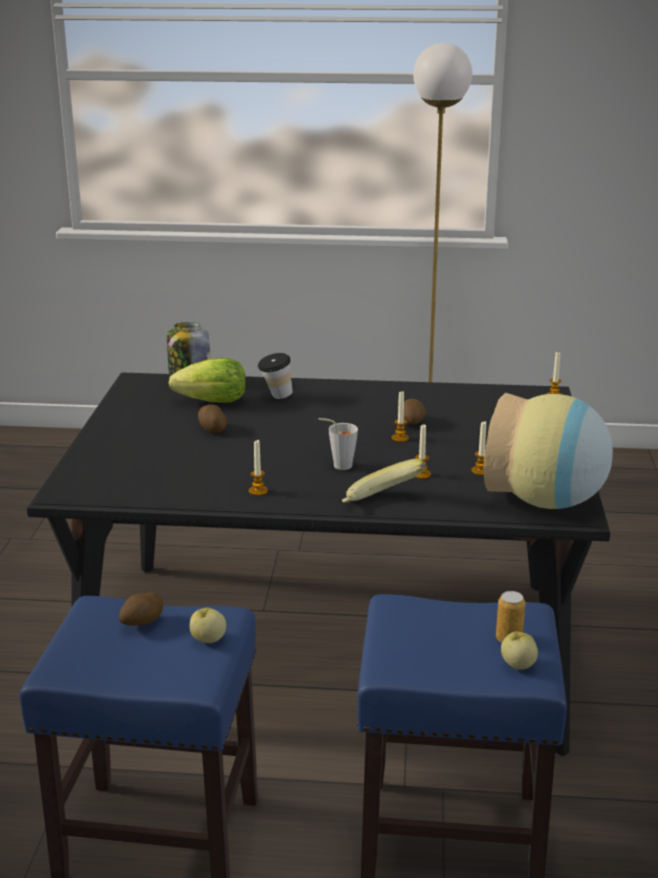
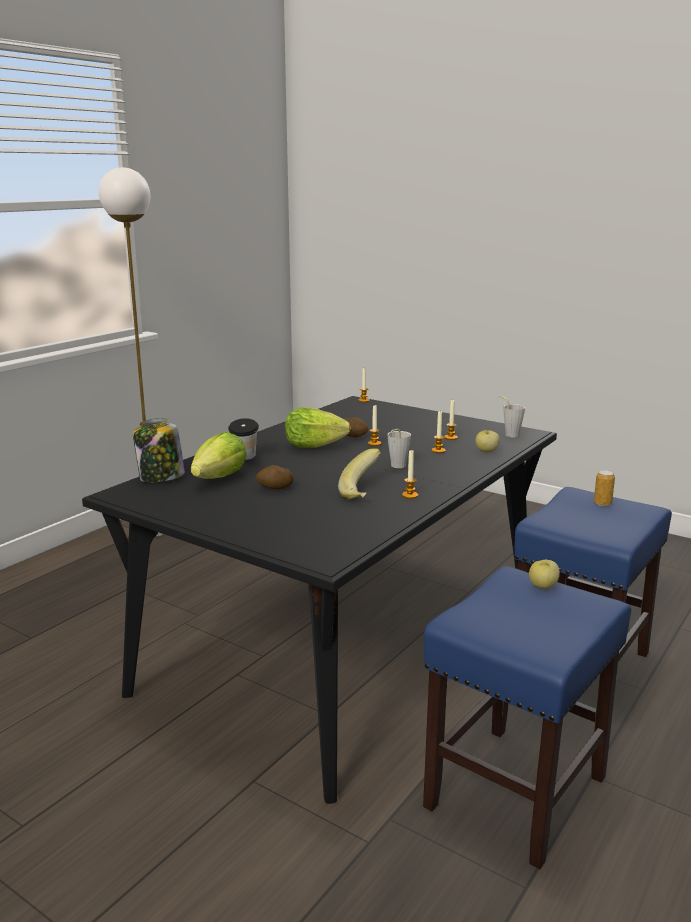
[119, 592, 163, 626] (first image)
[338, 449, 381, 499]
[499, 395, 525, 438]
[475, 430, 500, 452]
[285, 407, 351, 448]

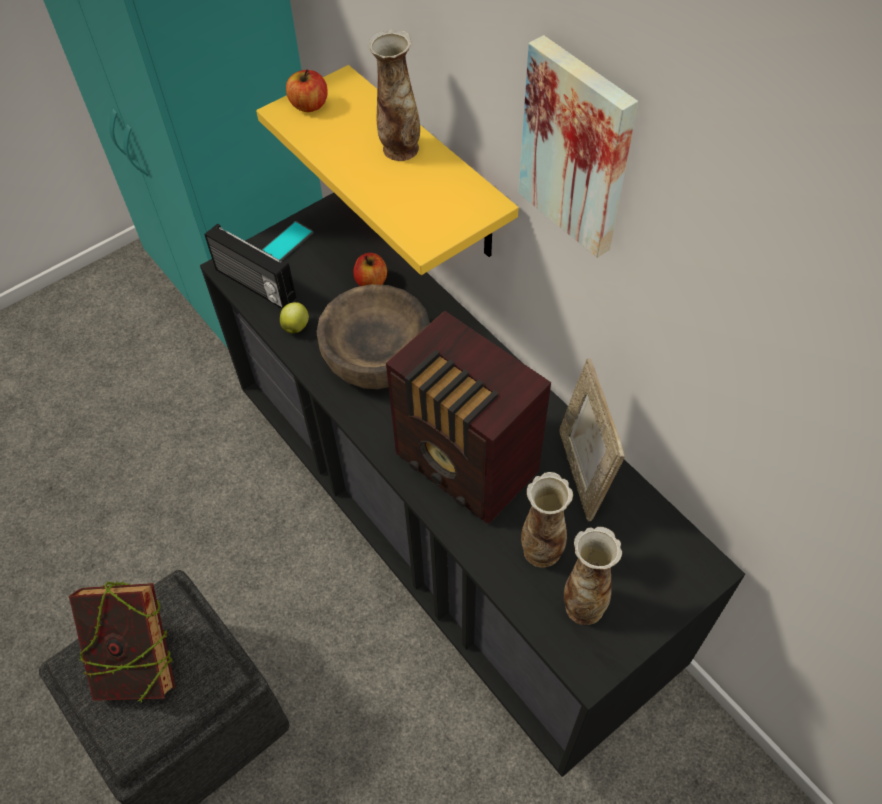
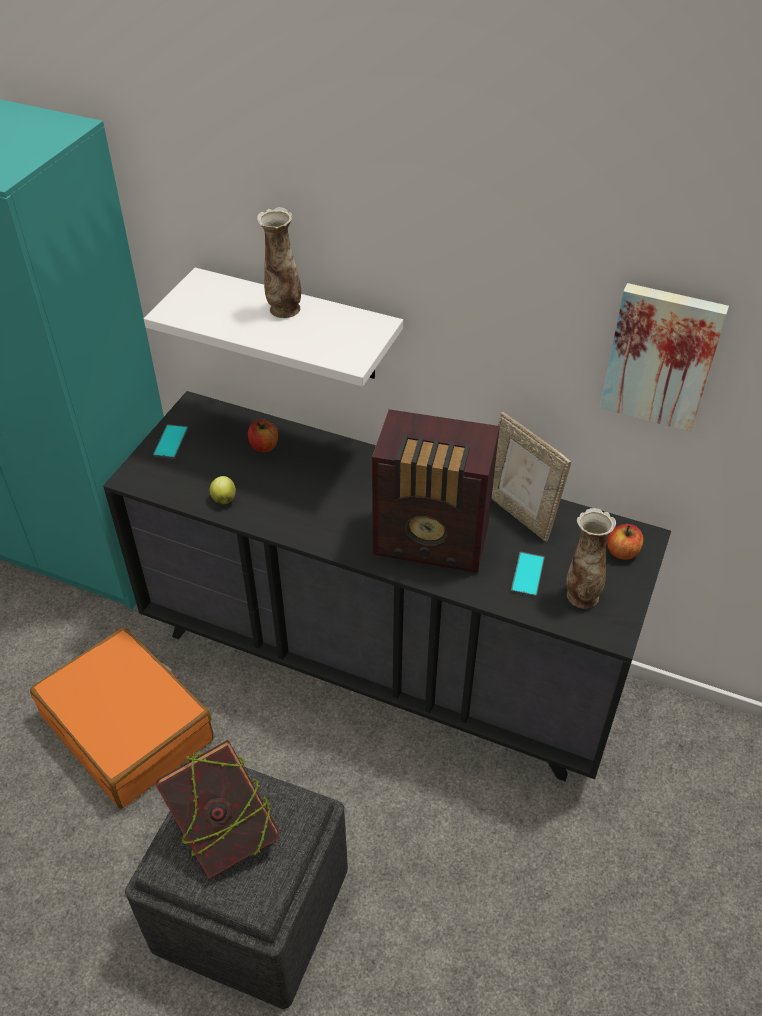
[205, 223, 296, 309] (first image)
[144, 268, 403, 387]
[607, 524, 644, 560]
[317, 284, 430, 389] (first image)
[600, 283, 729, 432]
[511, 552, 545, 597]
[30, 627, 214, 809]

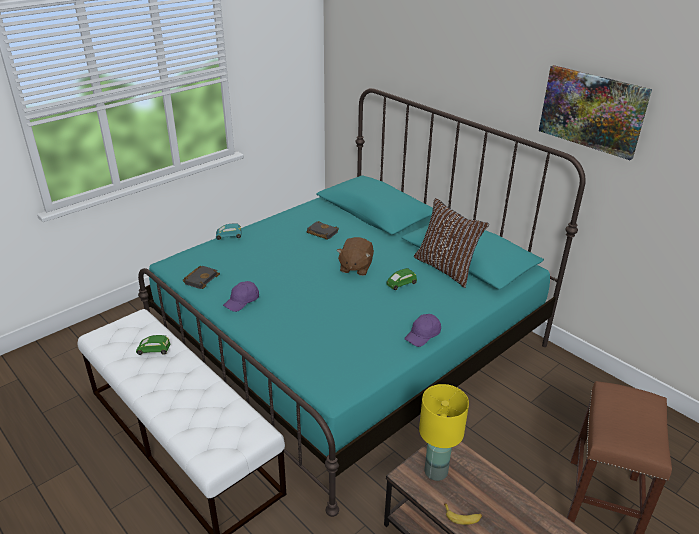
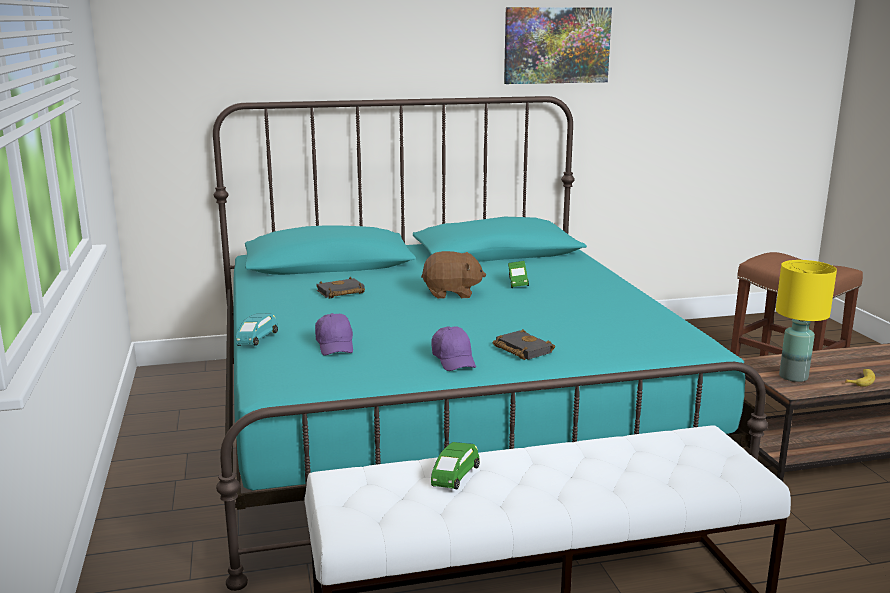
[493, 329, 555, 360]
[421, 251, 486, 299]
[315, 313, 353, 356]
[414, 198, 489, 288] (first image)

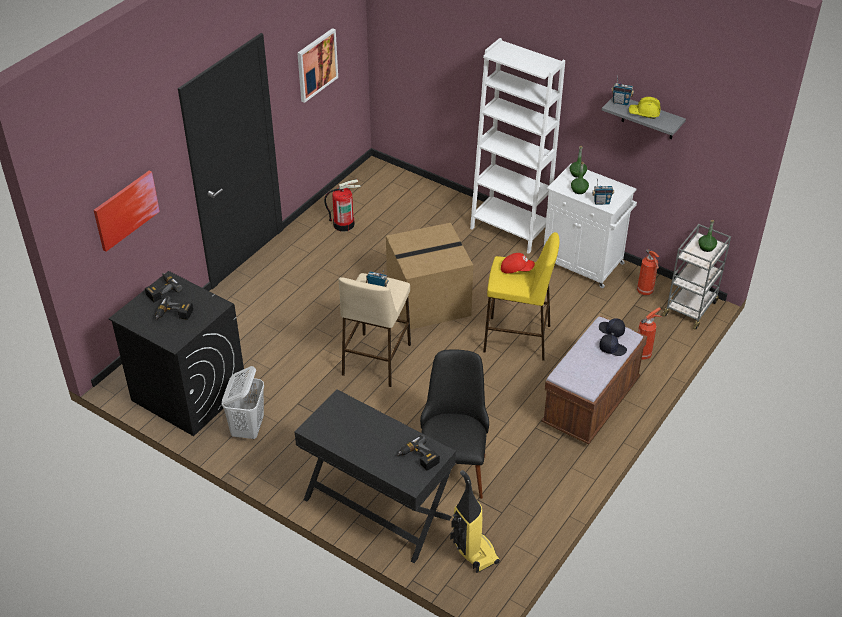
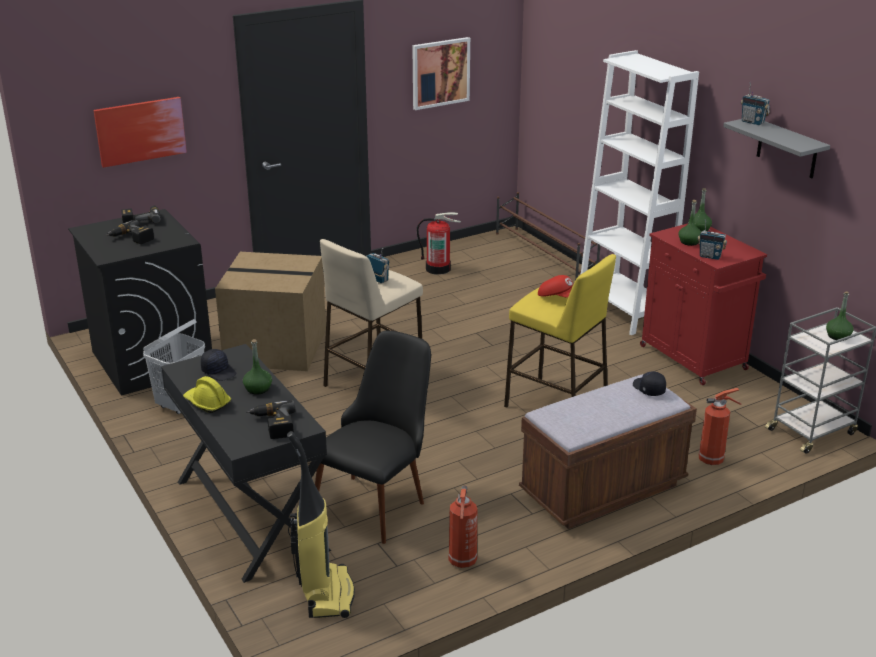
[215, 252, 326, 371]
[640, 223, 767, 385]
[201, 349, 237, 381]
[183, 376, 231, 413]
[449, 485, 477, 568]
[243, 339, 272, 395]
[496, 192, 600, 280]

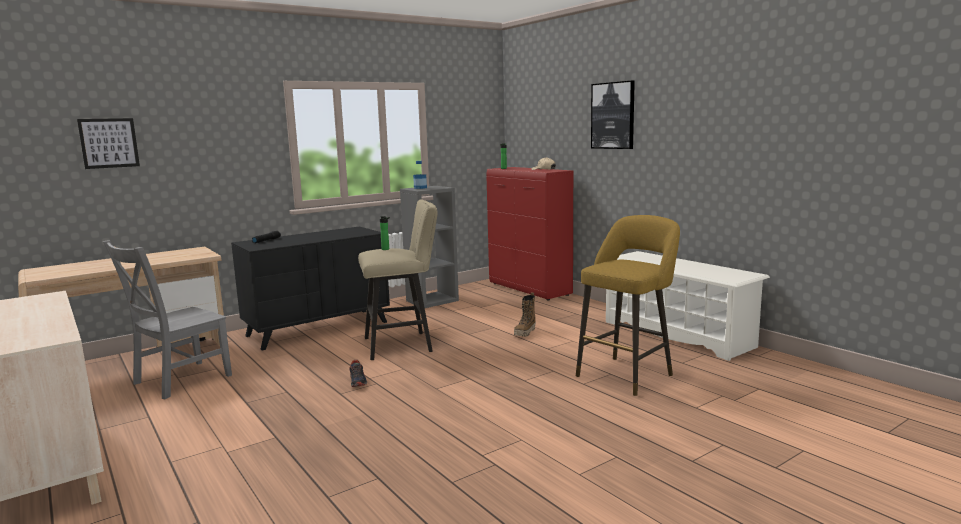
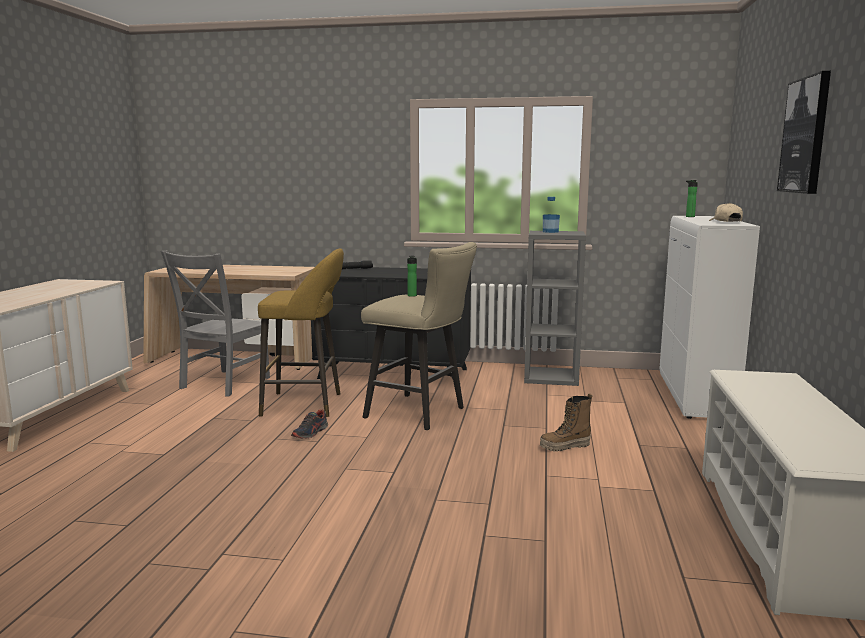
[77, 118, 140, 169] (first image)
[161, 251, 270, 396]
[660, 216, 760, 419]
[258, 248, 344, 417]

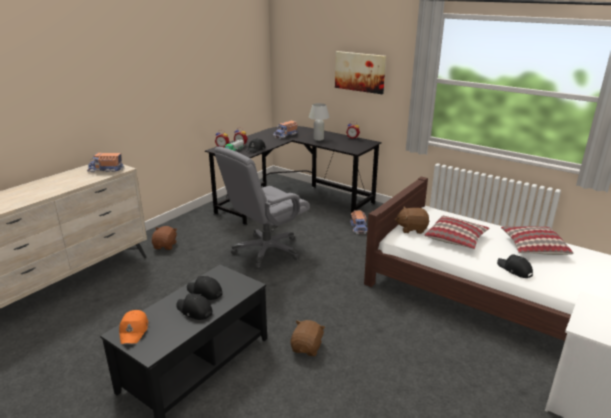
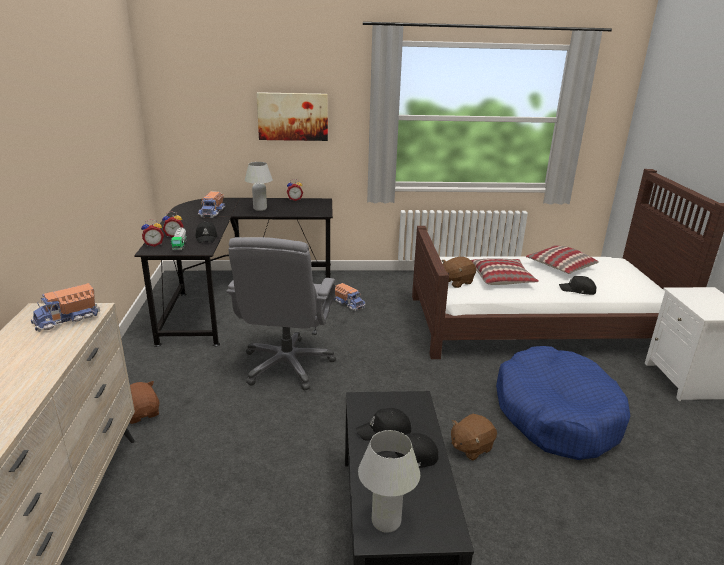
[358, 430, 420, 533]
[451, 414, 497, 461]
[496, 346, 630, 460]

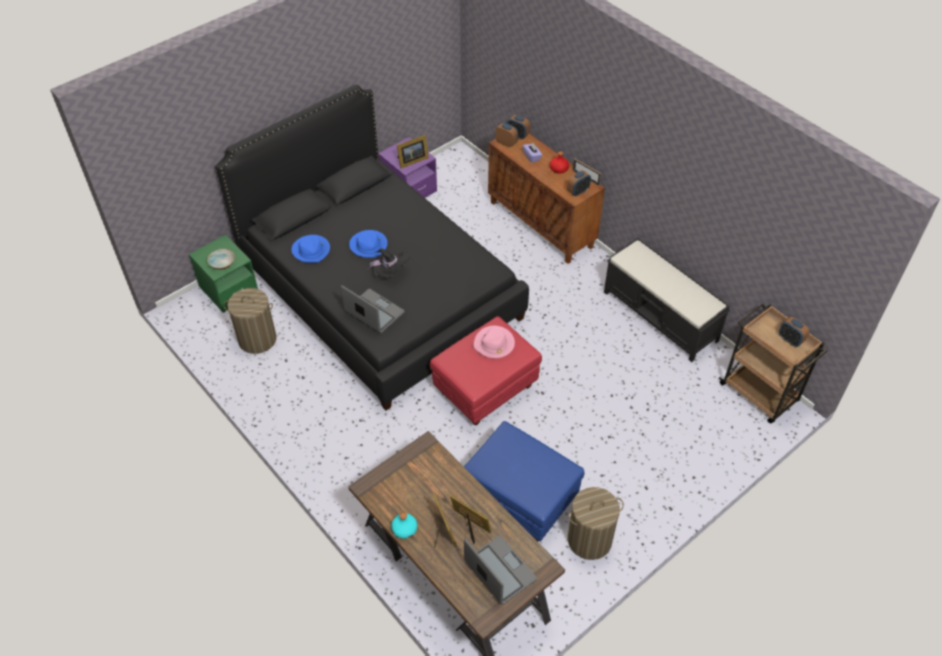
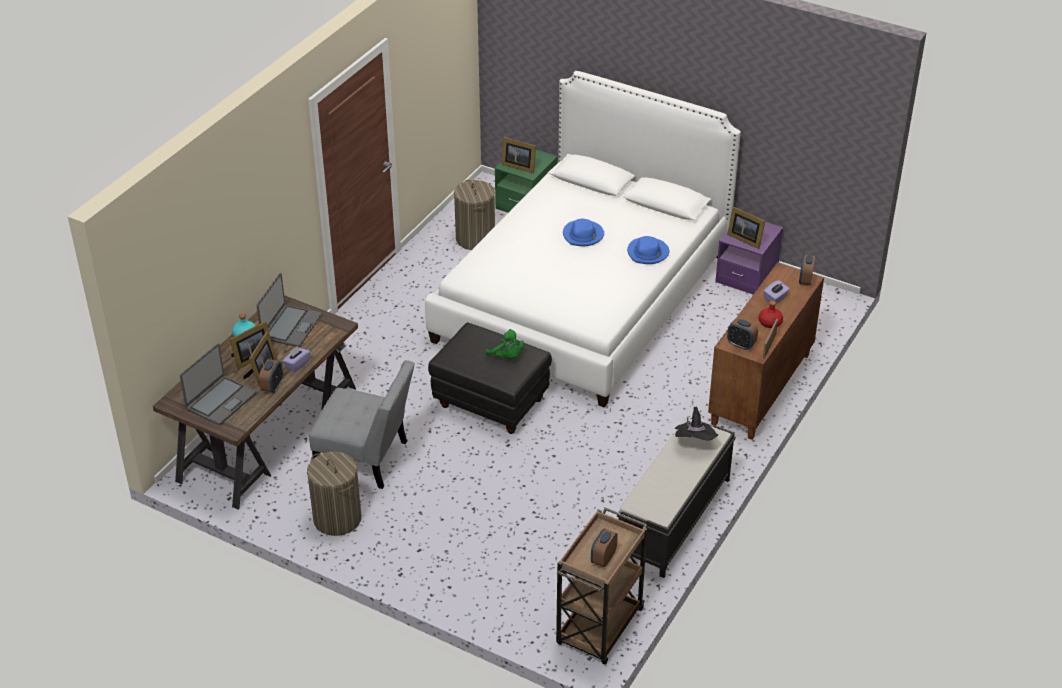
[501, 137, 536, 173]
[425, 71, 741, 408]
[627, 236, 669, 264]
[256, 273, 322, 347]
[675, 407, 718, 441]
[428, 323, 552, 434]
[309, 360, 415, 489]
[486, 329, 525, 359]
[259, 359, 283, 393]
[283, 346, 310, 372]

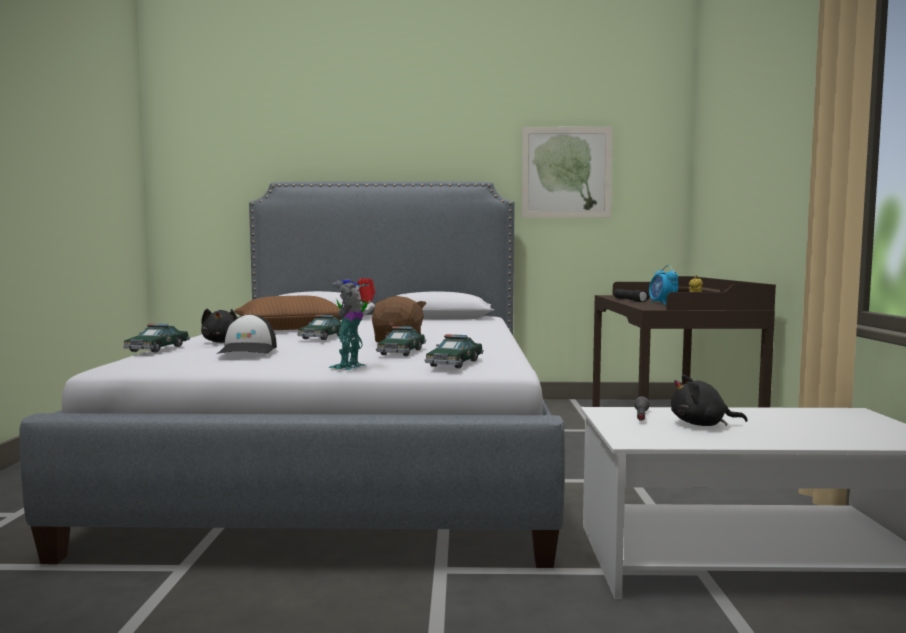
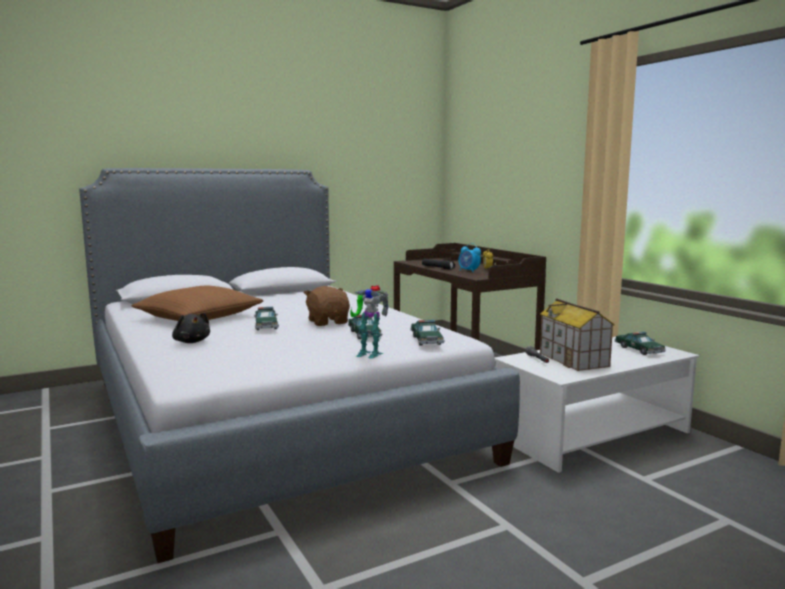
[615, 332, 666, 355]
[217, 314, 277, 354] (first image)
[350, 285, 389, 359]
[522, 127, 613, 218] (first image)
[540, 298, 615, 371]

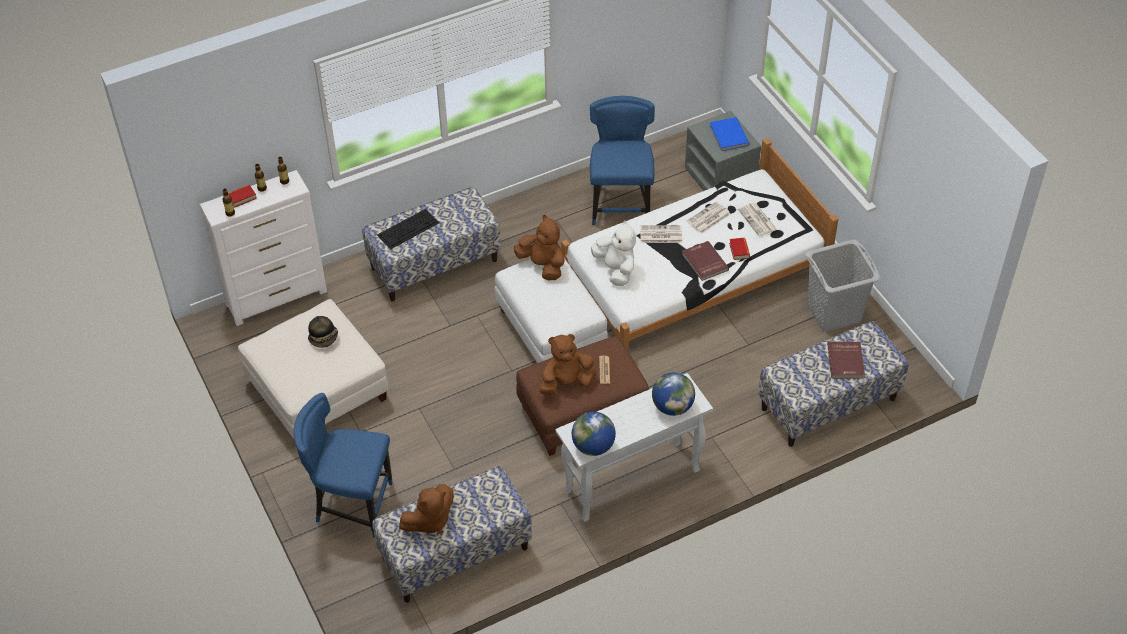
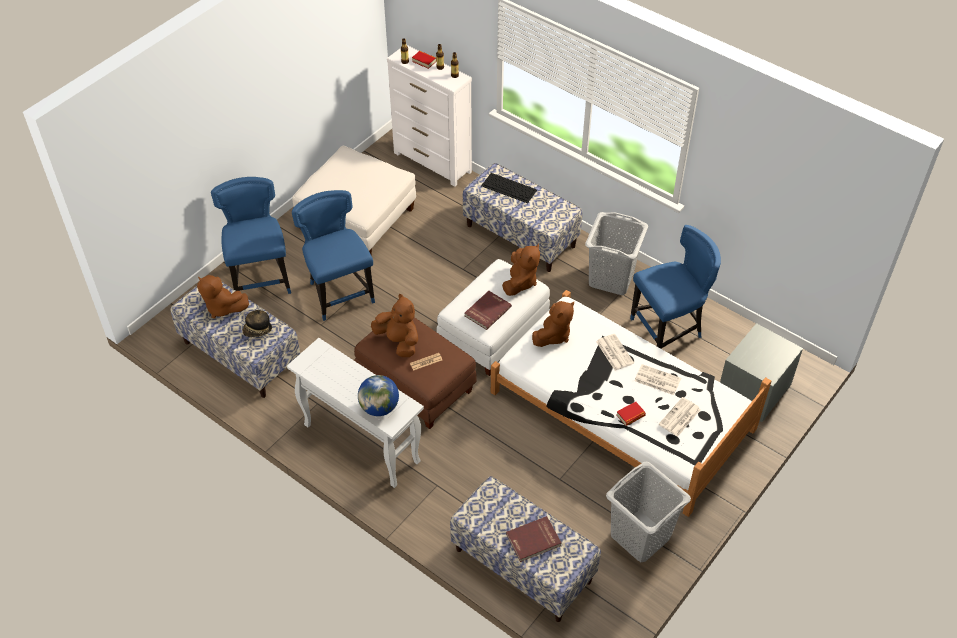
[243, 310, 272, 337]
[572, 412, 616, 456] (first image)
[532, 301, 574, 347]
[465, 291, 512, 330]
[709, 117, 750, 151] (first image)
[292, 190, 375, 321]
[585, 212, 648, 295]

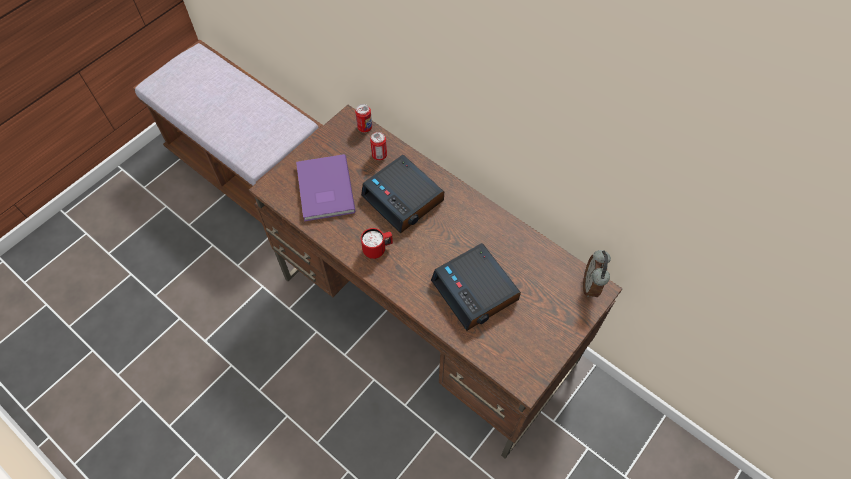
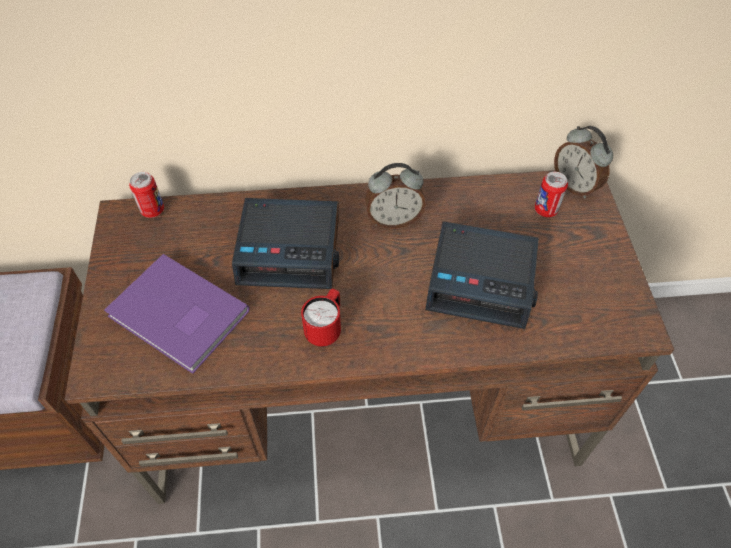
[535, 172, 568, 217]
[365, 163, 426, 229]

